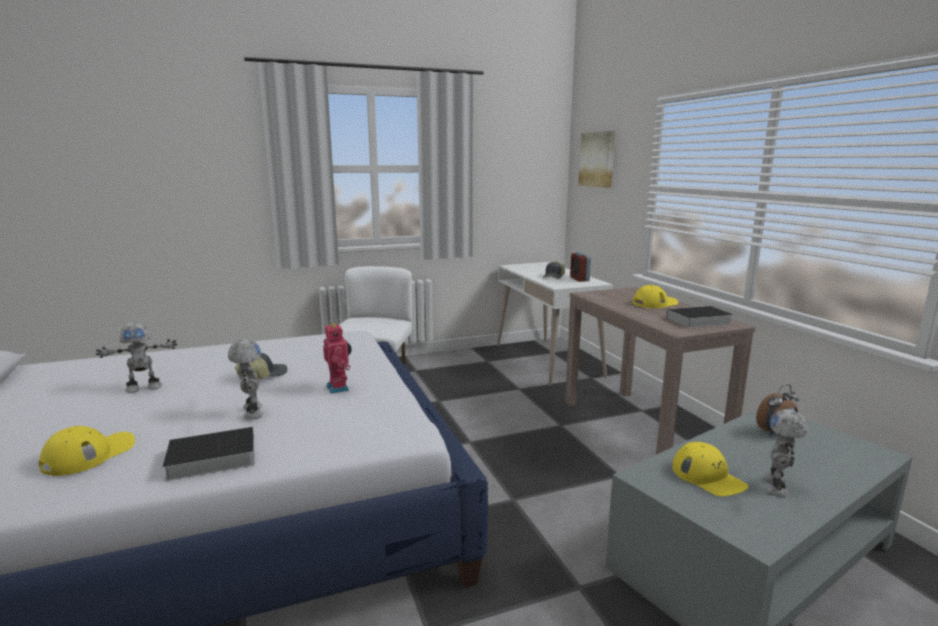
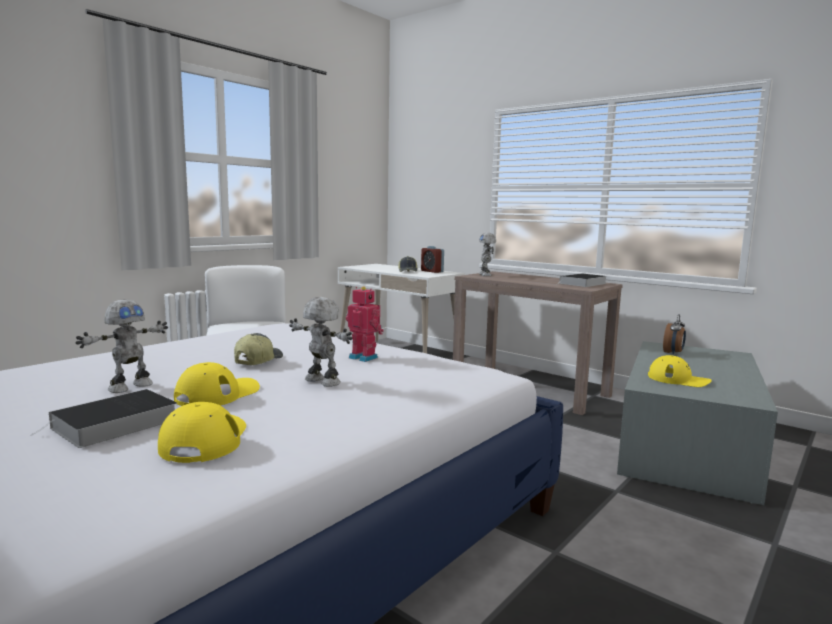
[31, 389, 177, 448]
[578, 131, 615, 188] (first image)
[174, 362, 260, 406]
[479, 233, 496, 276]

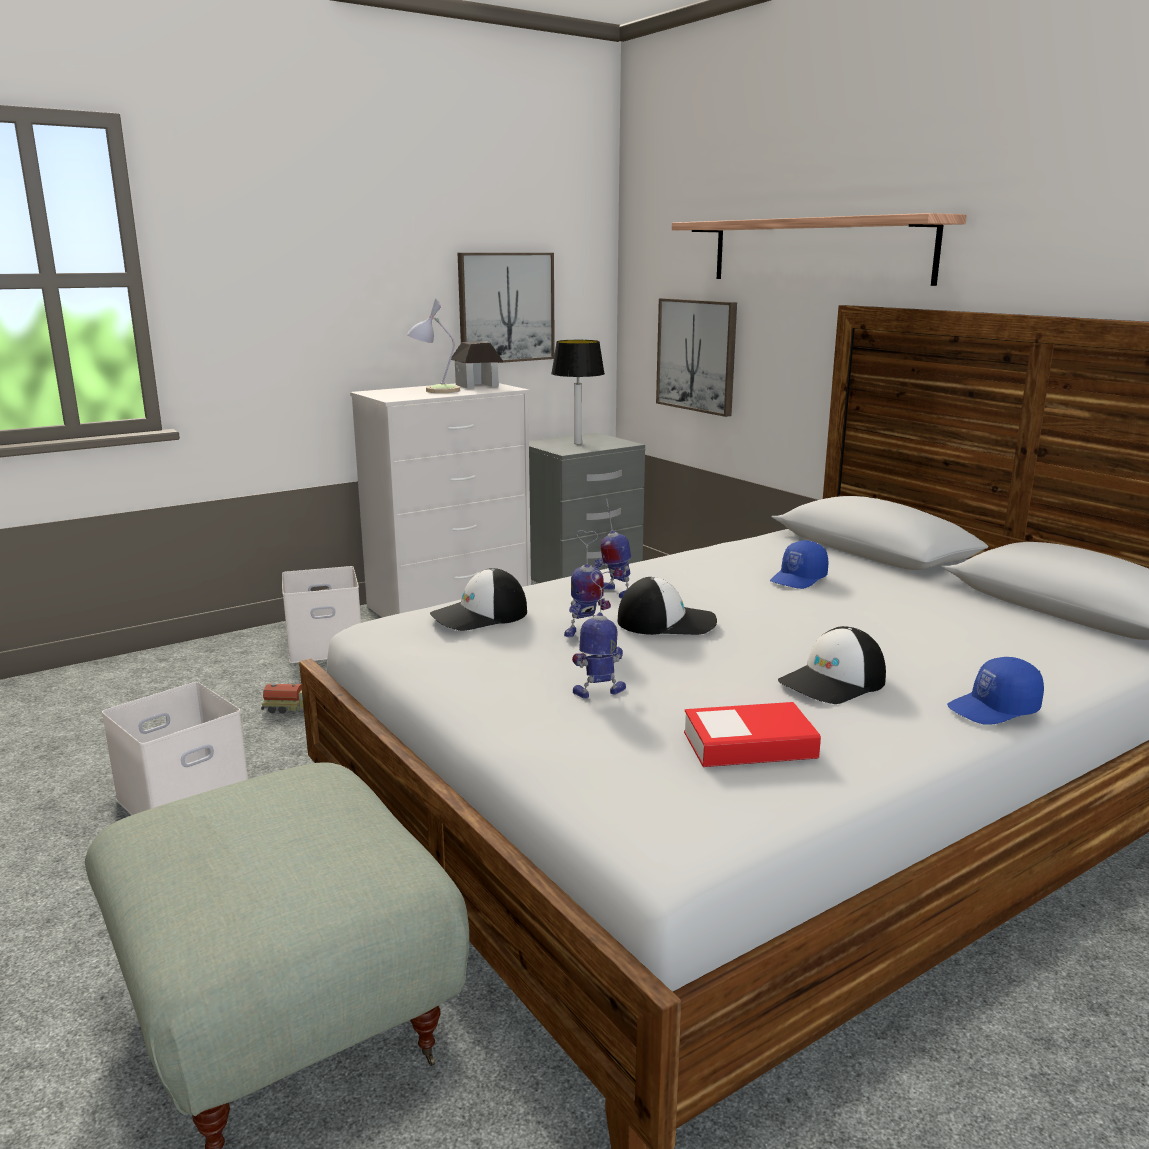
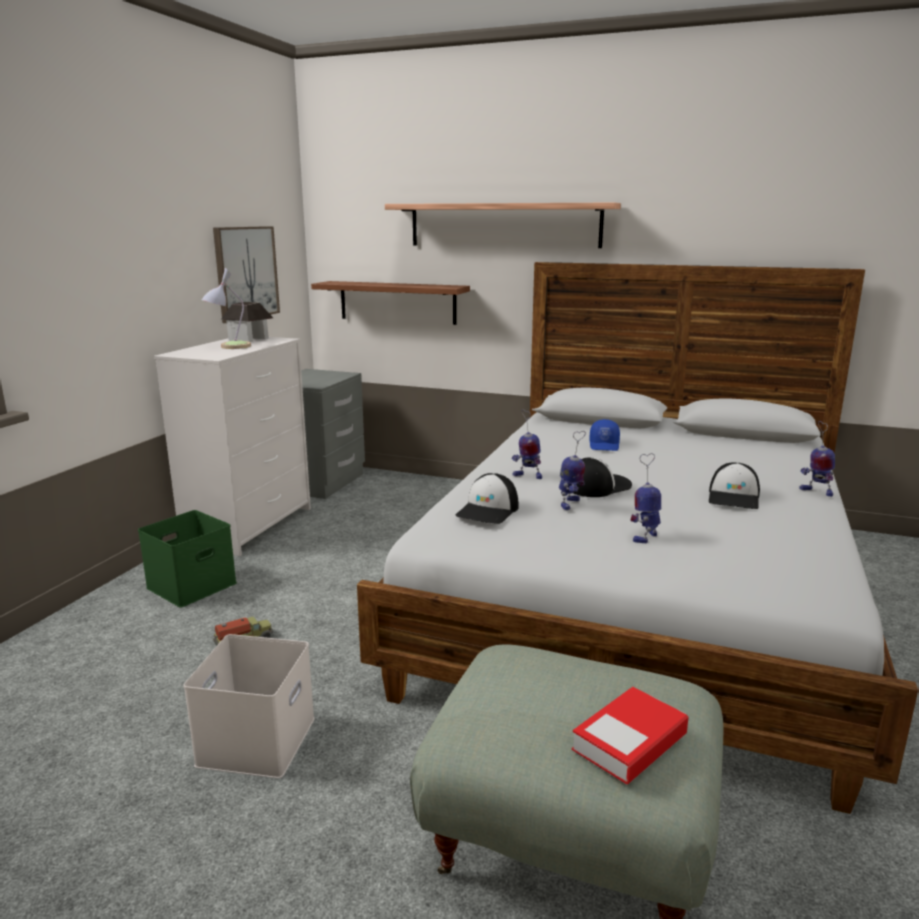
[138, 510, 237, 607]
[551, 340, 605, 444] (first image)
[311, 281, 470, 325]
[572, 687, 689, 784]
[799, 421, 835, 497]

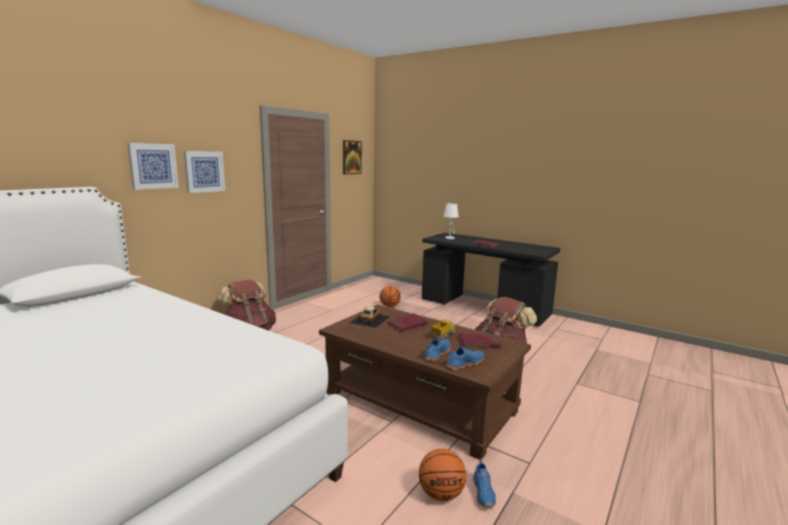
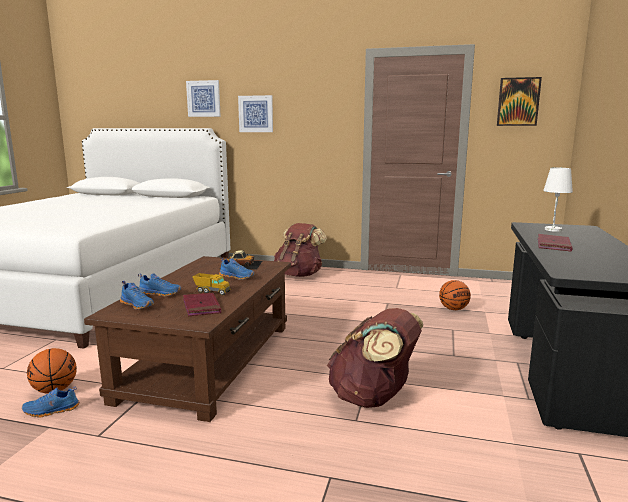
[186, 80, 221, 117]
[219, 258, 254, 280]

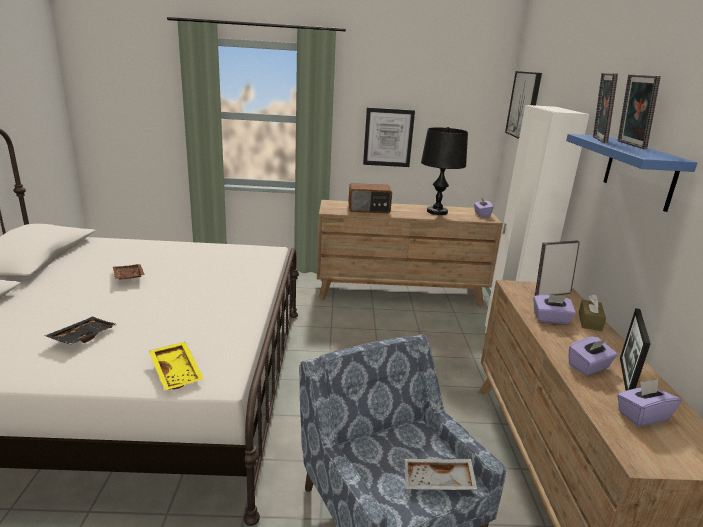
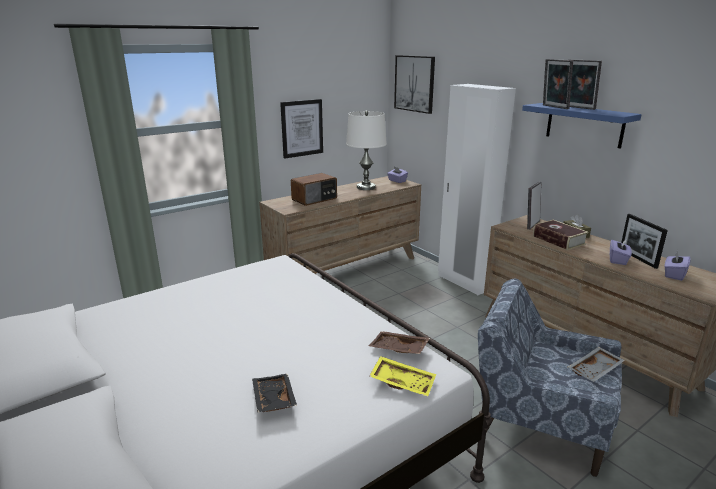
[369, 331, 430, 354]
[346, 111, 387, 190]
[533, 220, 588, 250]

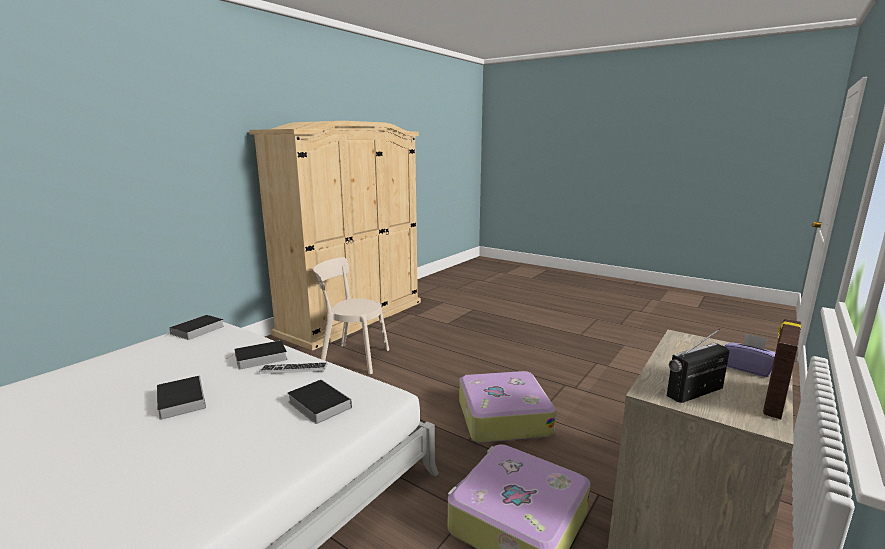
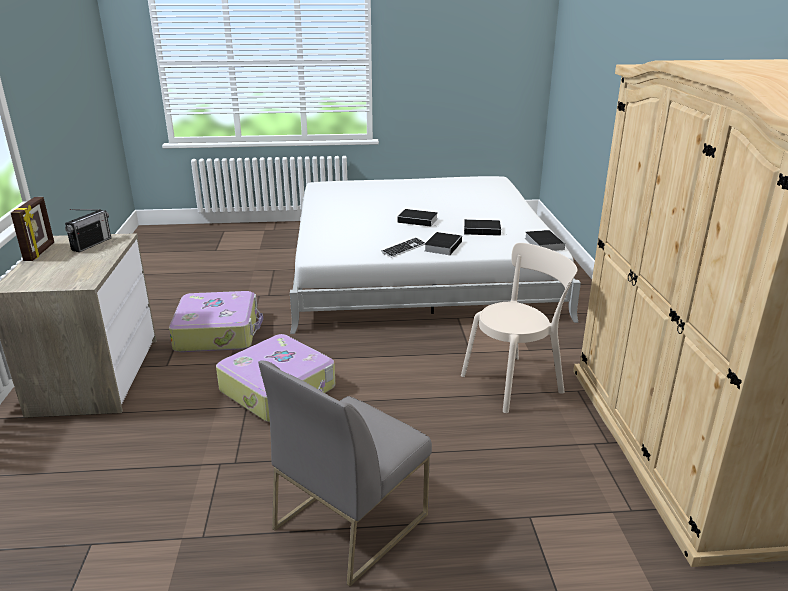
[464, 219, 508, 236]
[725, 333, 775, 378] (first image)
[258, 360, 432, 587]

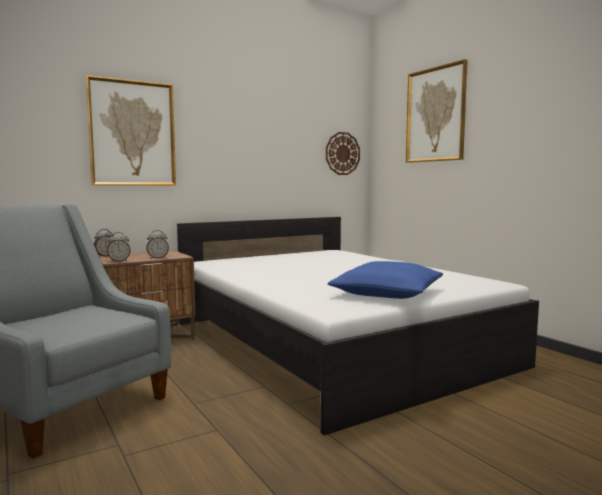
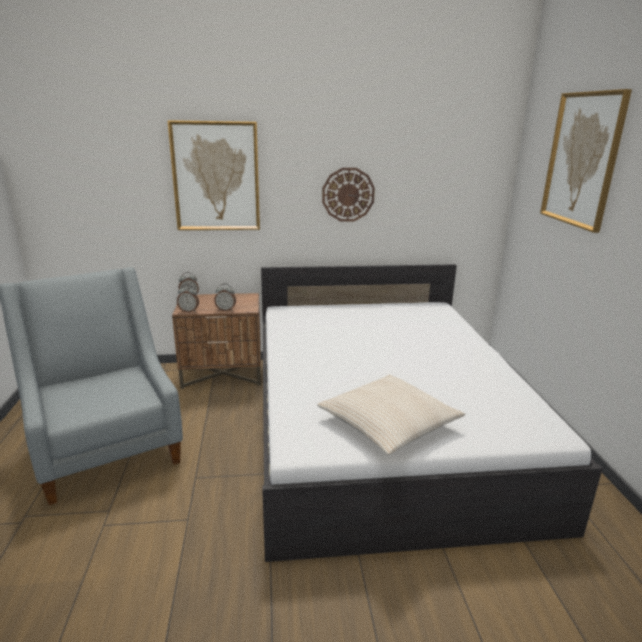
[322, 168, 375, 222]
[317, 375, 465, 455]

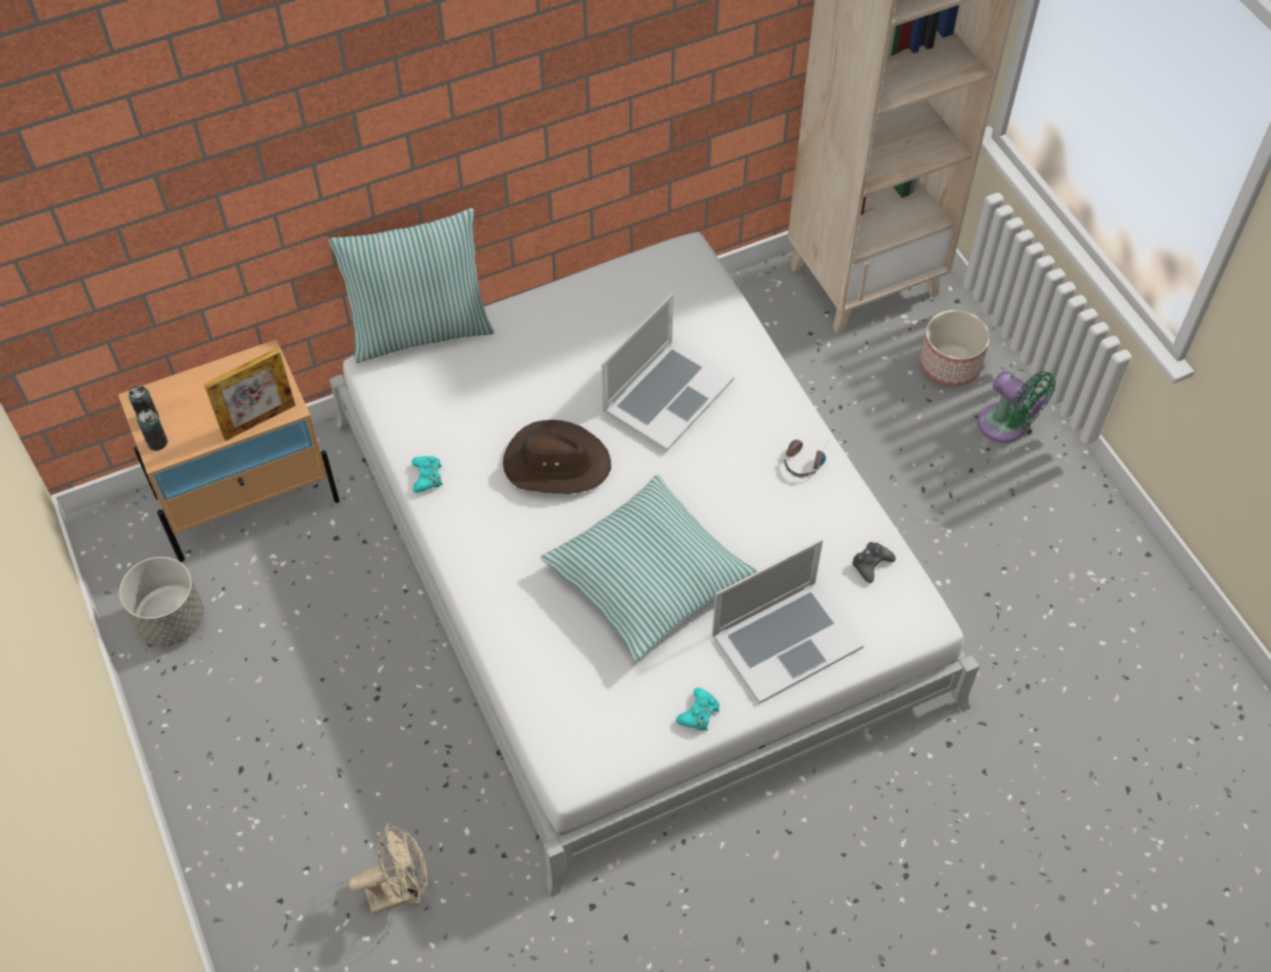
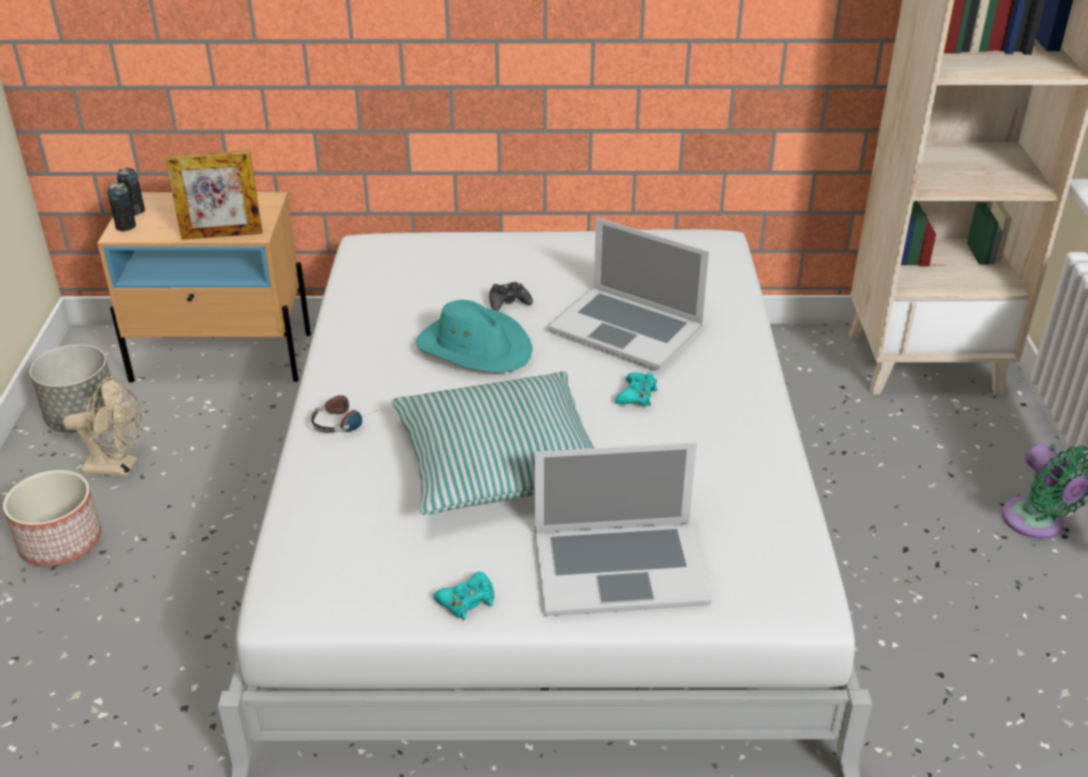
[329, 208, 494, 363] (first image)
[63, 377, 142, 477]
[615, 372, 657, 407]
[416, 300, 533, 373]
[548, 218, 709, 370]
[311, 395, 377, 433]
[489, 282, 533, 311]
[3, 470, 101, 566]

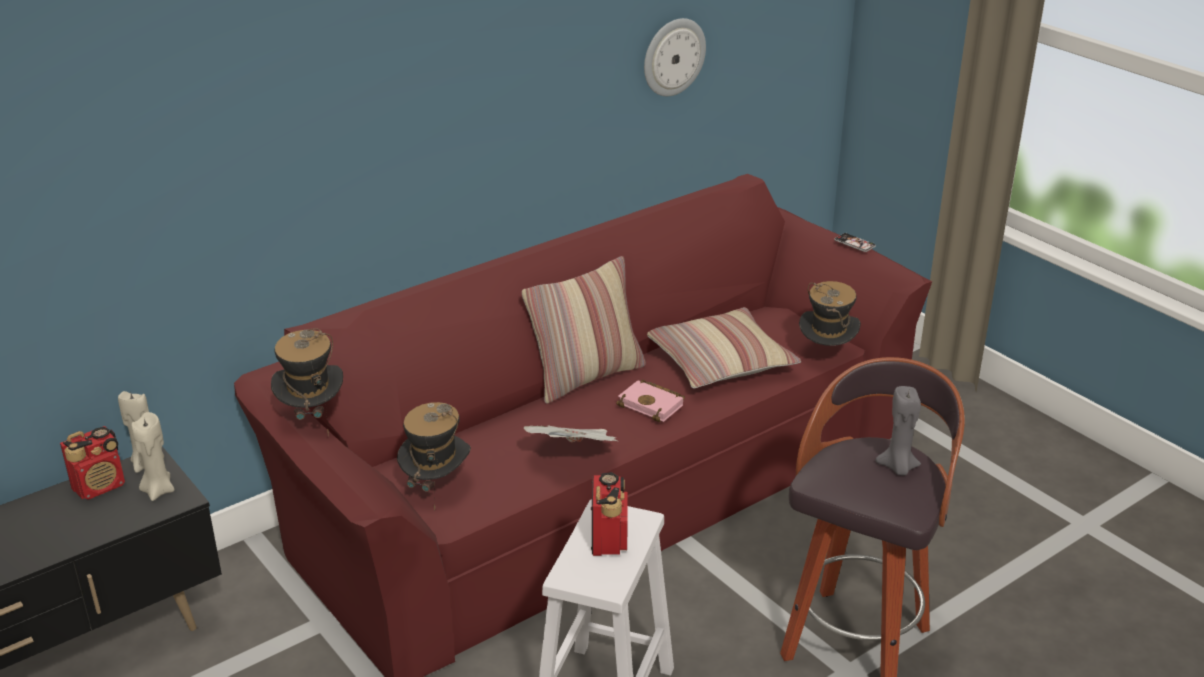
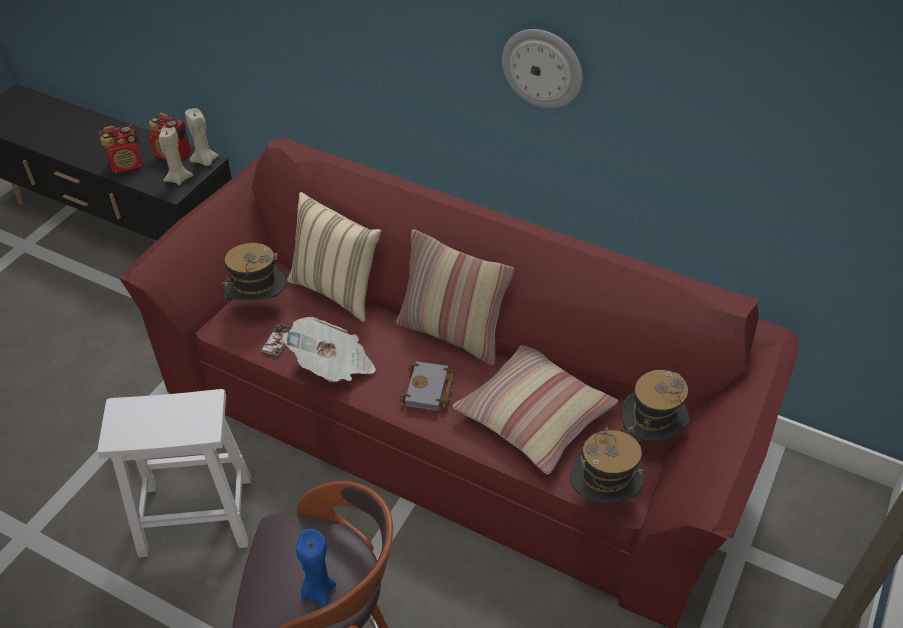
[621, 370, 690, 447]
[99, 124, 143, 173]
[399, 361, 455, 411]
[502, 29, 583, 108]
[261, 324, 292, 356]
[296, 529, 336, 607]
[287, 192, 381, 322]

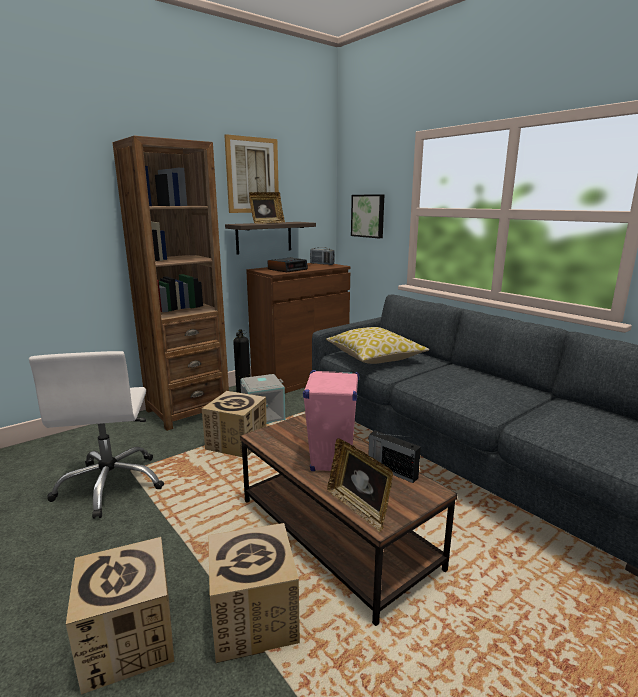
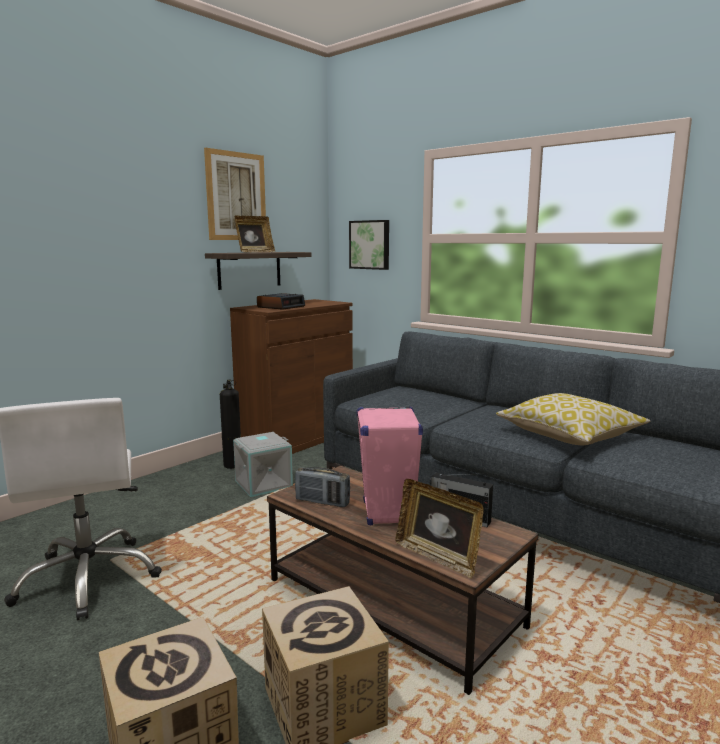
[113, 136, 229, 431] (first image)
[202, 391, 267, 457] (first image)
[295, 467, 350, 507]
[496, 393, 651, 445]

